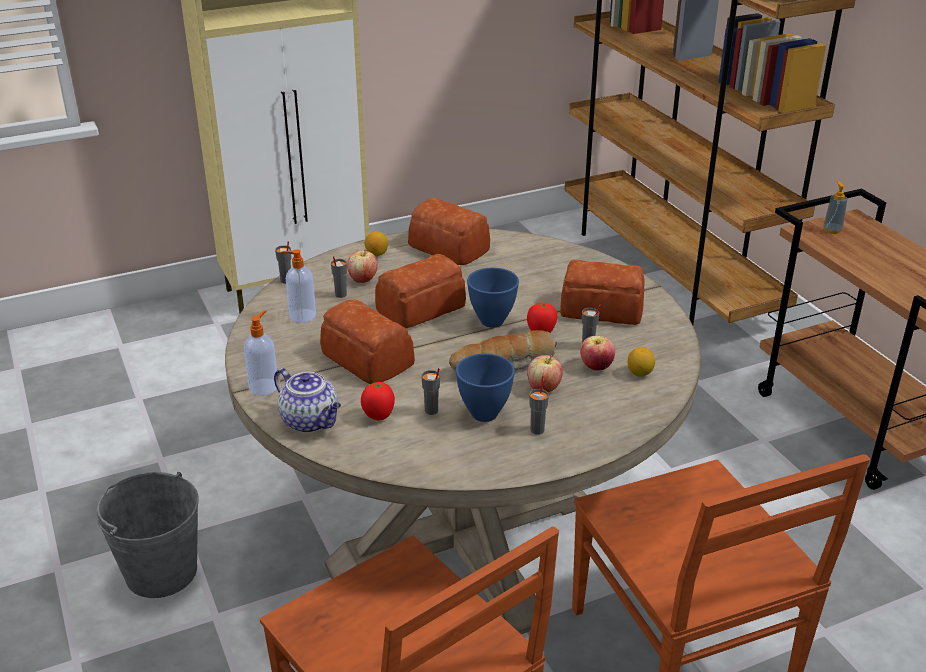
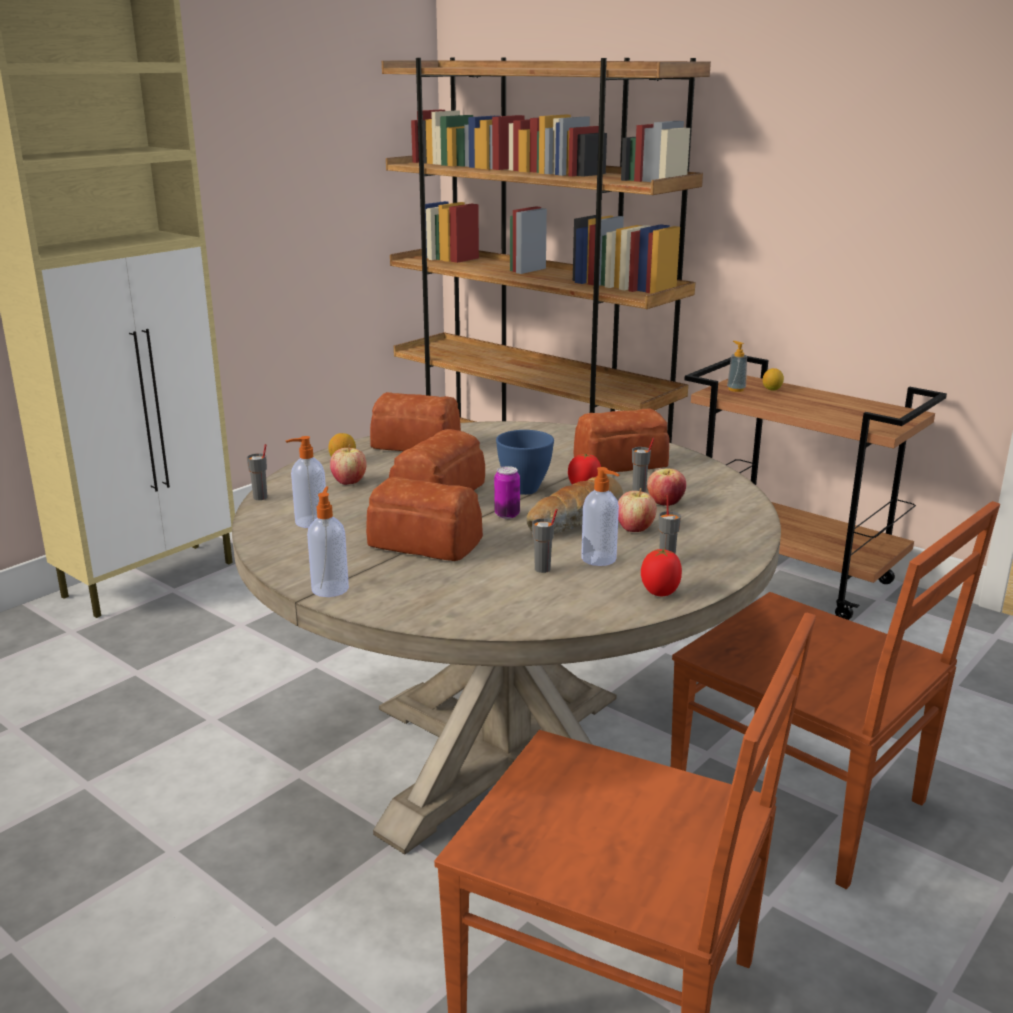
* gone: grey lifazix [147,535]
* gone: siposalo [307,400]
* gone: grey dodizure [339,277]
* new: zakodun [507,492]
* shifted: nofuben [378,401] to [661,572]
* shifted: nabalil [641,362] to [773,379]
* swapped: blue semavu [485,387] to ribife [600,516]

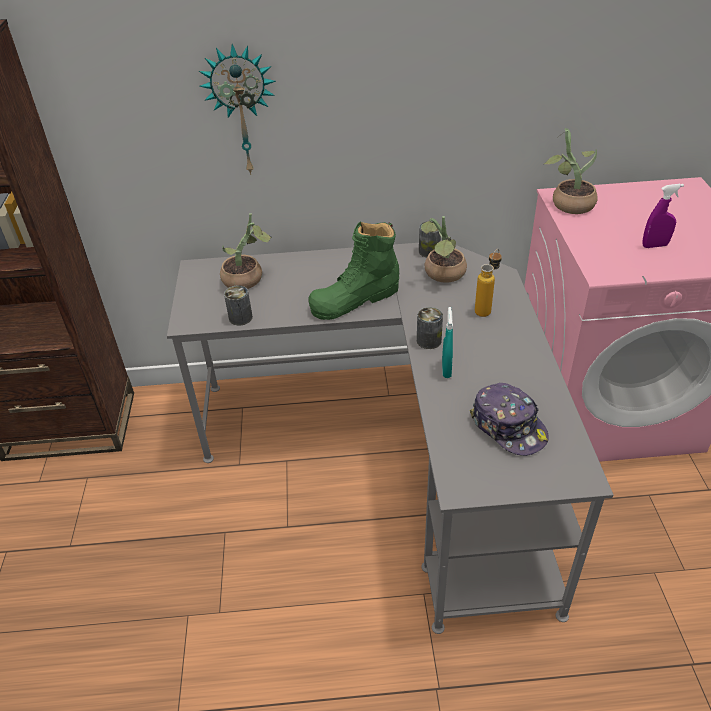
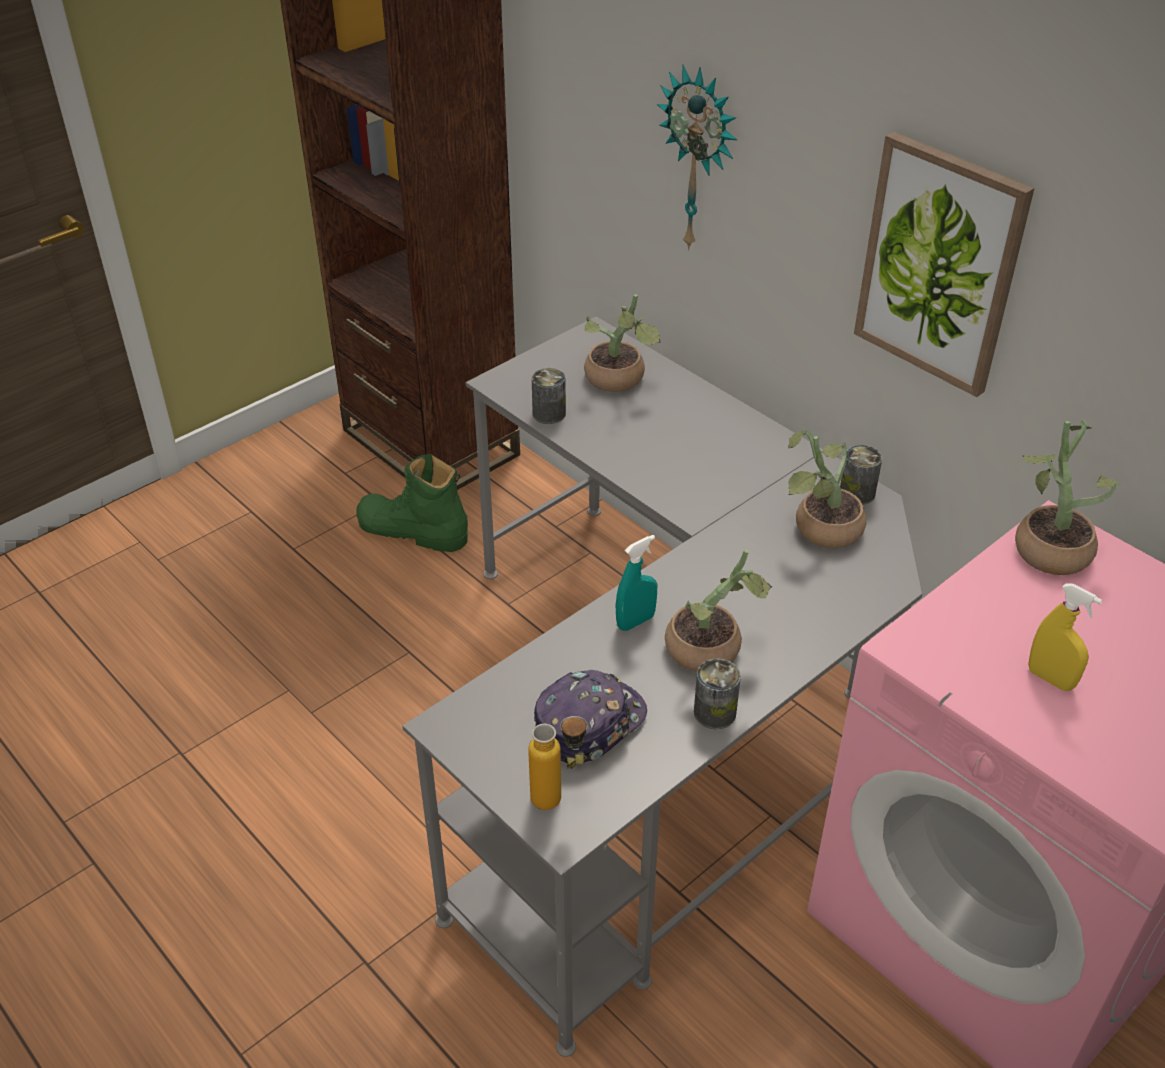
* new: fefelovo [718,610]
* new: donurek [944,264]
* shifted: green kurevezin [354,271] to [412,503]
* shifted: zakodun [430,328] to [717,694]
* shifted: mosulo [488,283] to [558,763]
* repainted: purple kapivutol [663,216] to yellow kapivutol [1065,637]
* rotated: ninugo [509,419] = [590,719] 150 degrees counterclockwise

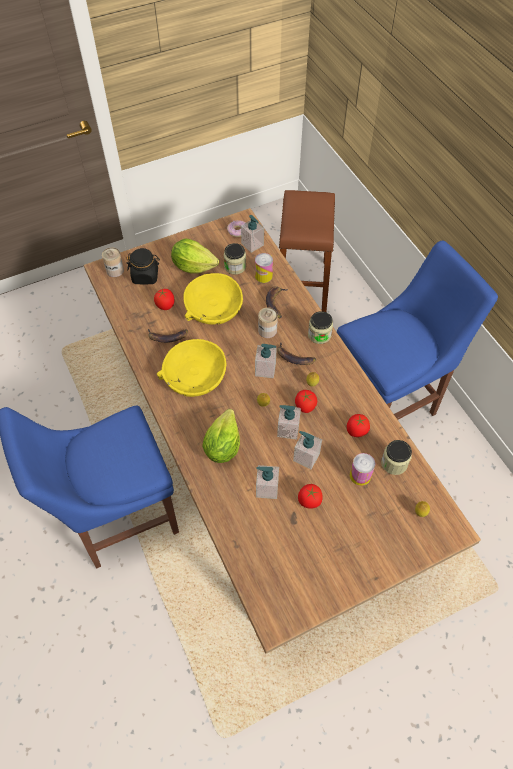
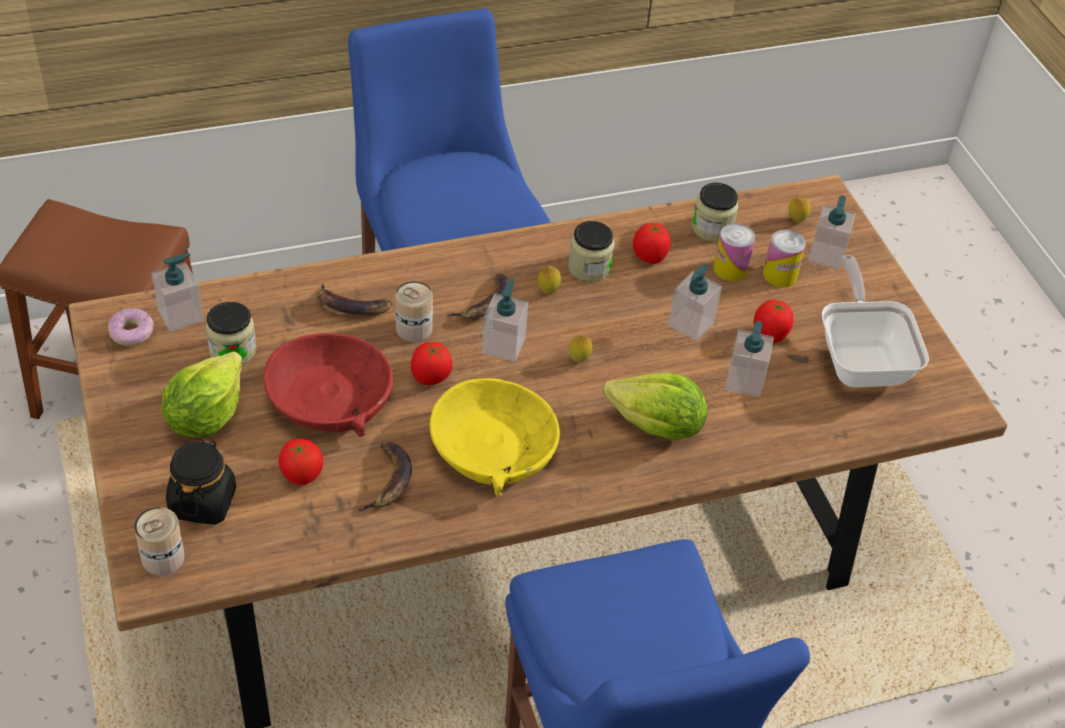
* new: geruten [875,321]
* shifted: zakodun [264,268] to [784,259]
* shifted: ribife [289,422] to [832,232]
* shifted: nofuben [306,401] to [432,363]
* shifted: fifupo [320,327] to [591,251]
* repainted: yellow semavu [213,299] to red semavu [328,385]

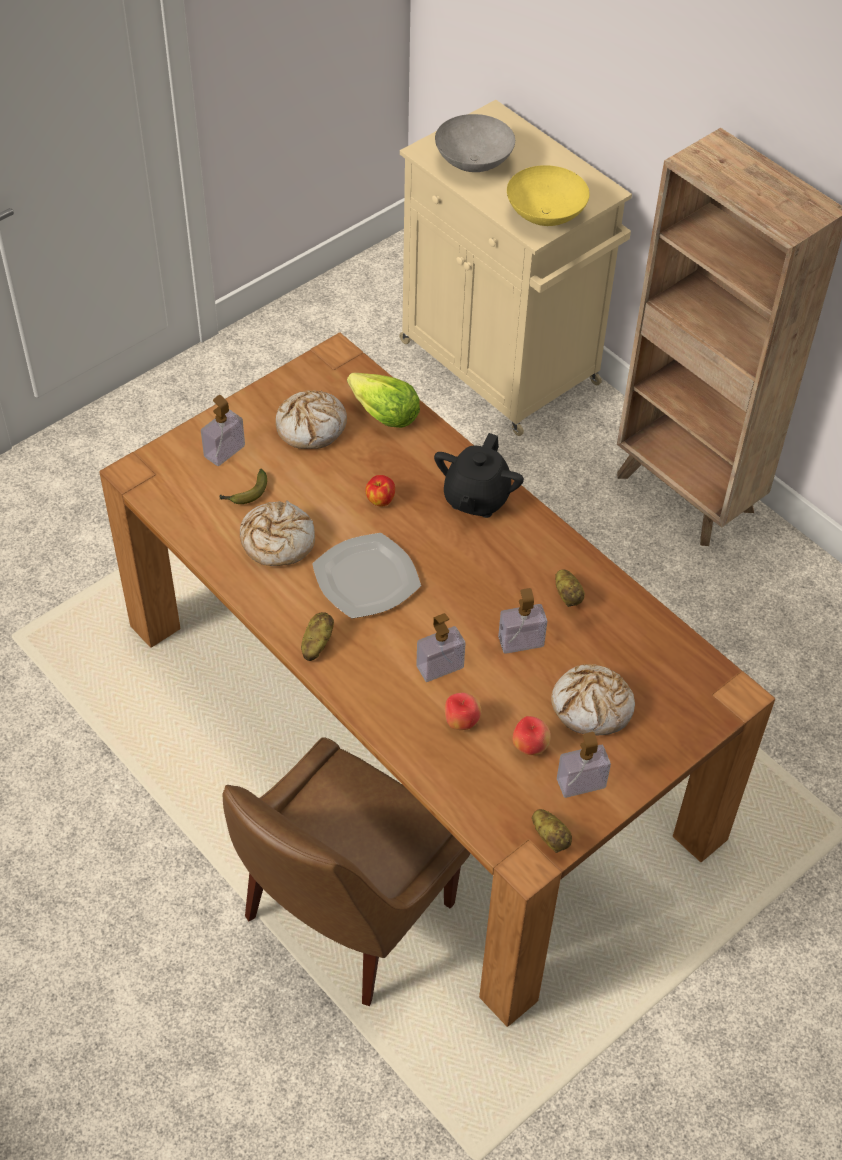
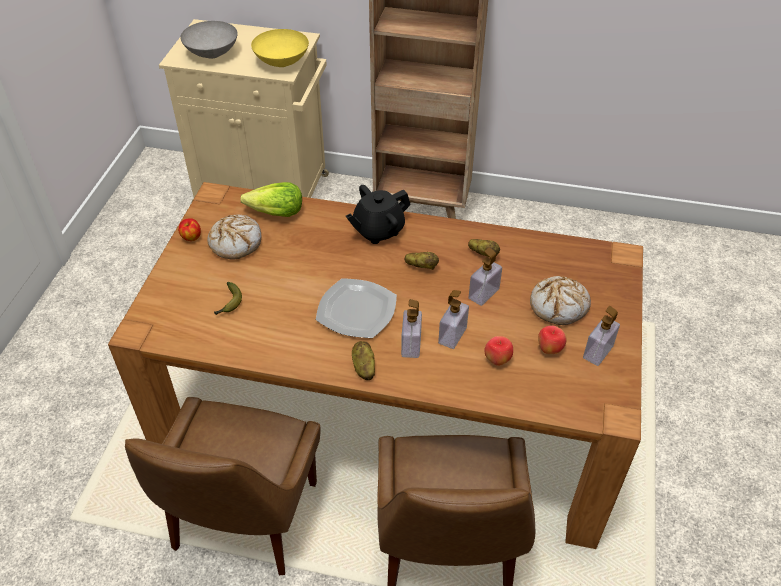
* gone: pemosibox [277,533]
* new: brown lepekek [223,486]
* shifted: ribife [223,430] to [411,328]
* shifted: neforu [380,491] to [189,229]
* shifted: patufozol [552,831] to [422,261]
* rotated: black siposalo [479,475] = [378,214] 75 degrees clockwise

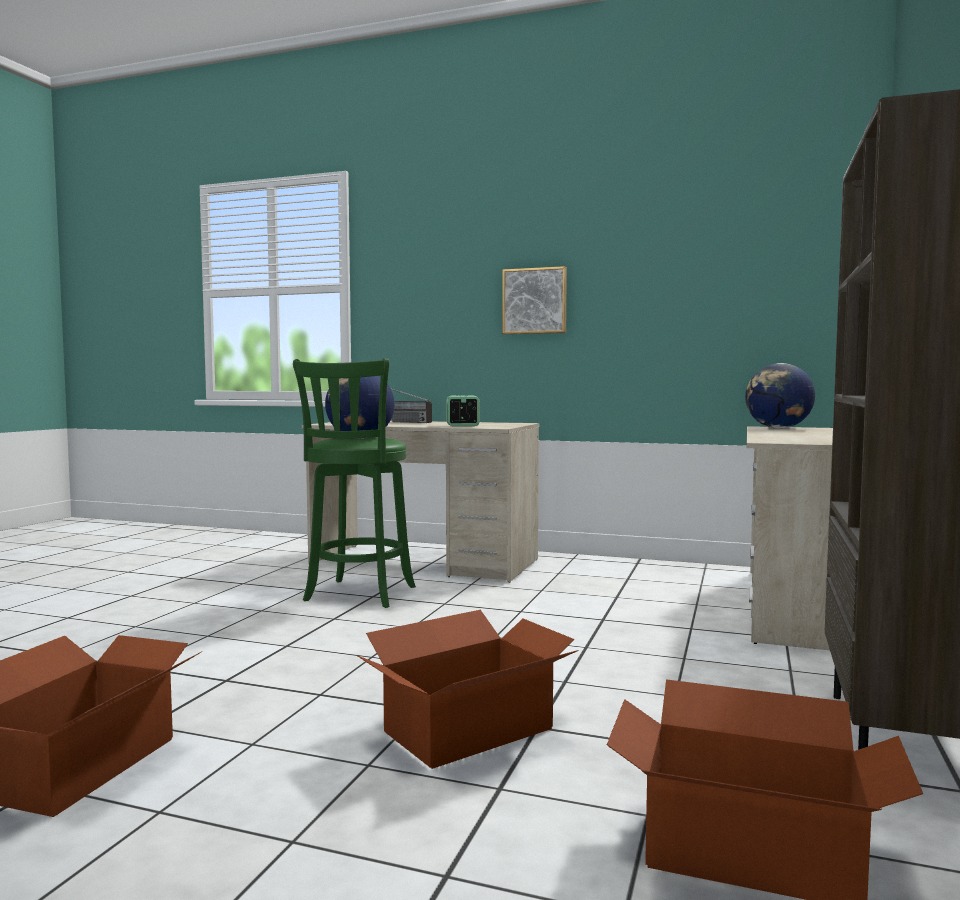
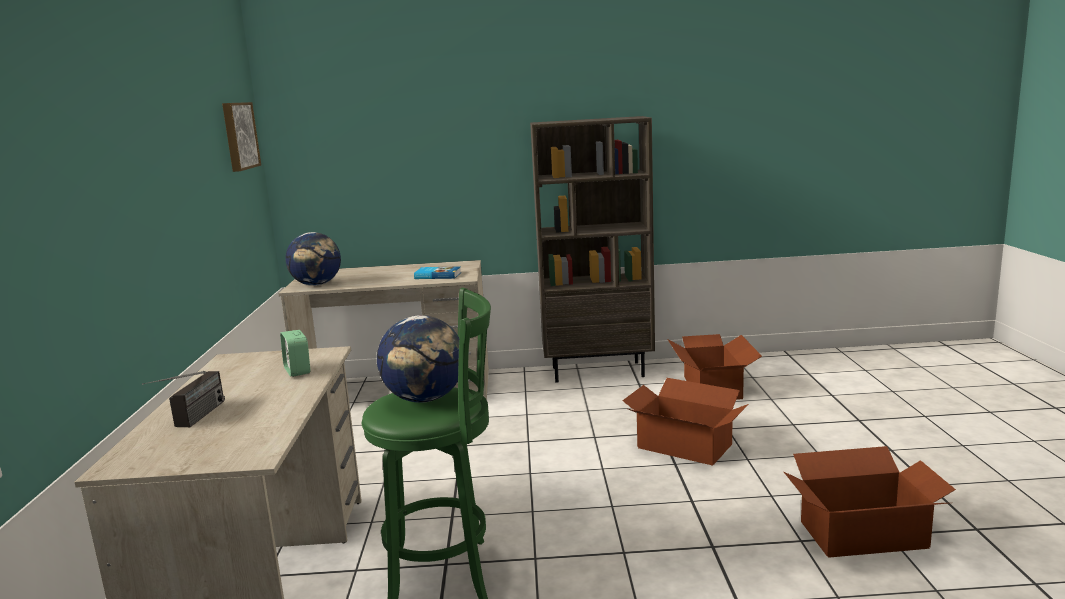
* new: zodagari [437,272]
* shifted: donurek [534,300] to [241,137]

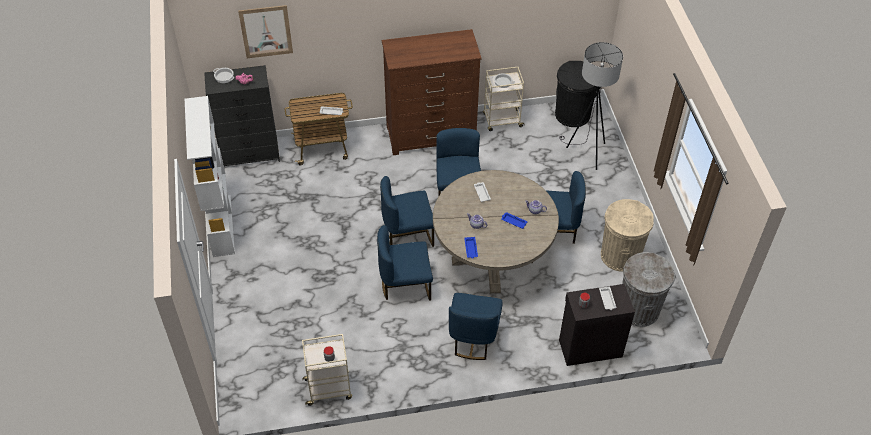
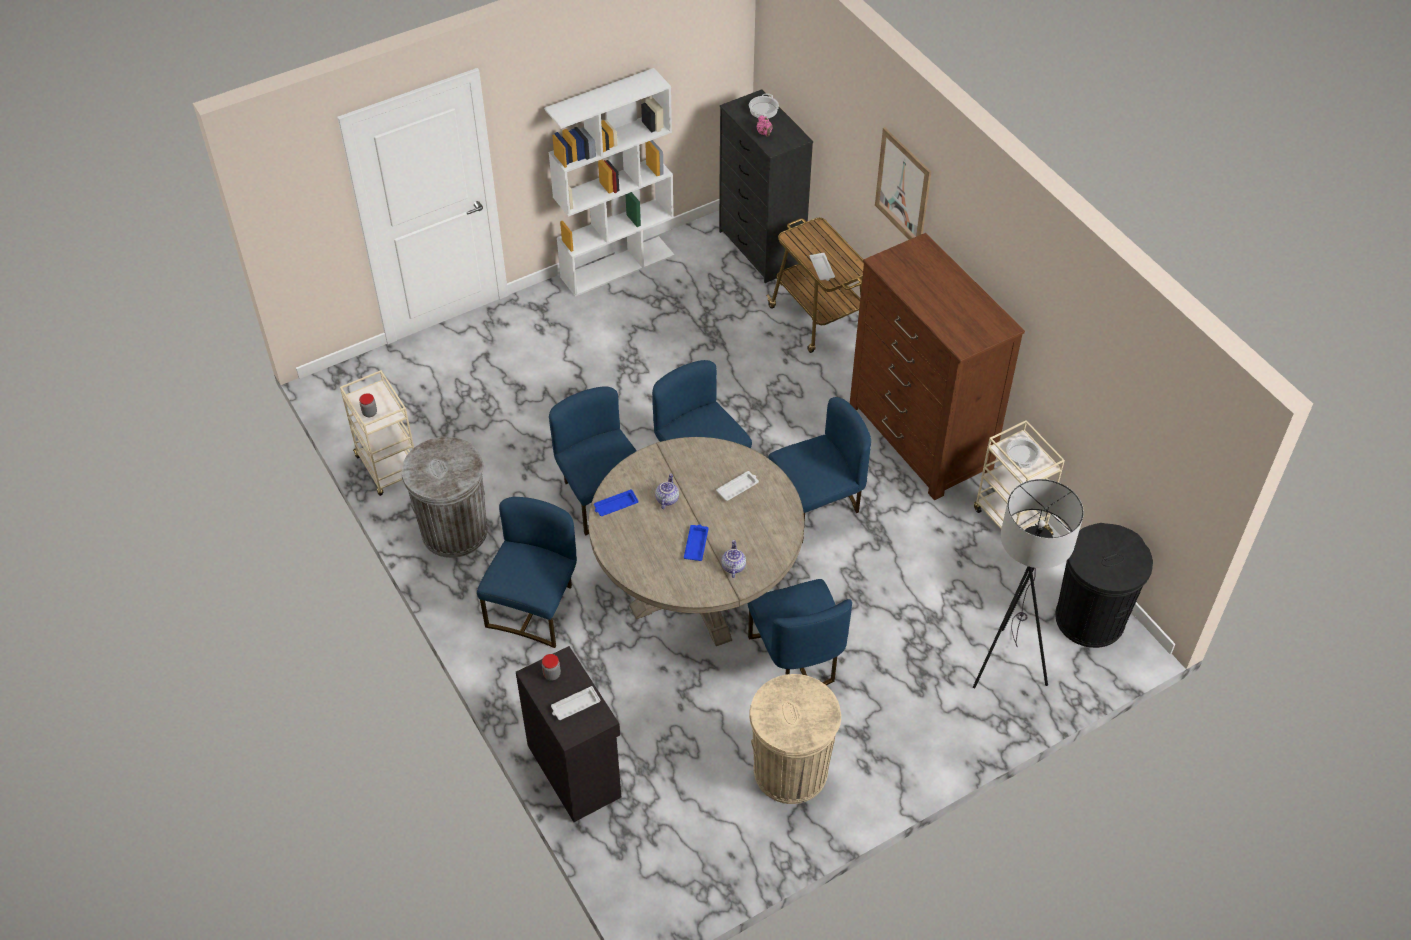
* shifted: donurek [265,31] to [903,183]
* shifted: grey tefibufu [648,289] to [445,497]
* rotated: blue lepekek [475,326] = [527,572] 120 degrees clockwise

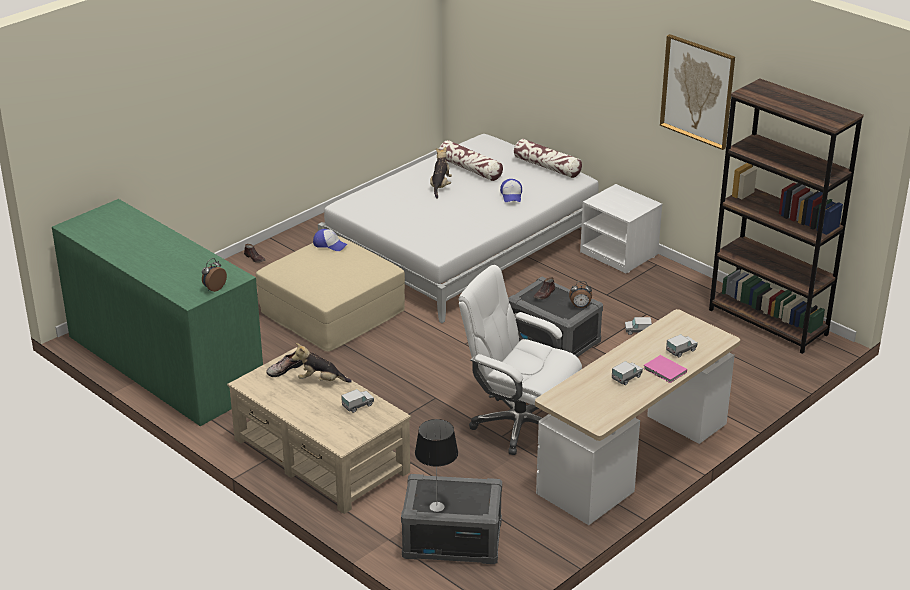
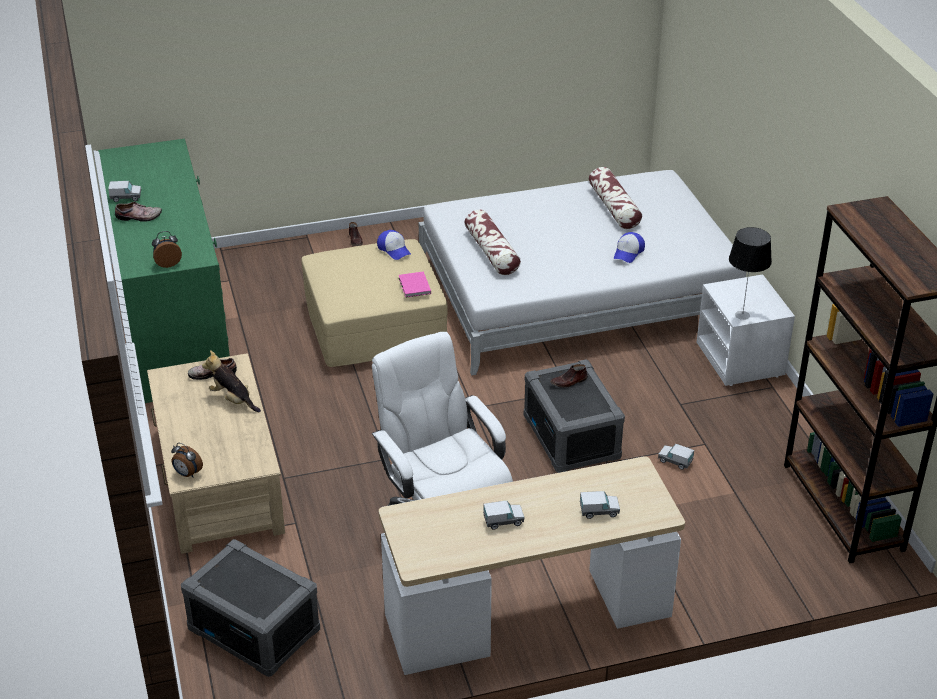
* gone: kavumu [441,172]
* gone: donurek [697,92]
* new: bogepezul [138,211]
* shifted: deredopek [357,401] to [124,191]
* shifted: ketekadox [436,465] to [750,273]
* shifted: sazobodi [548,158] to [493,242]
* shifted: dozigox [580,294] to [187,460]
* shifted: pink zodagari [665,369] to [415,284]

